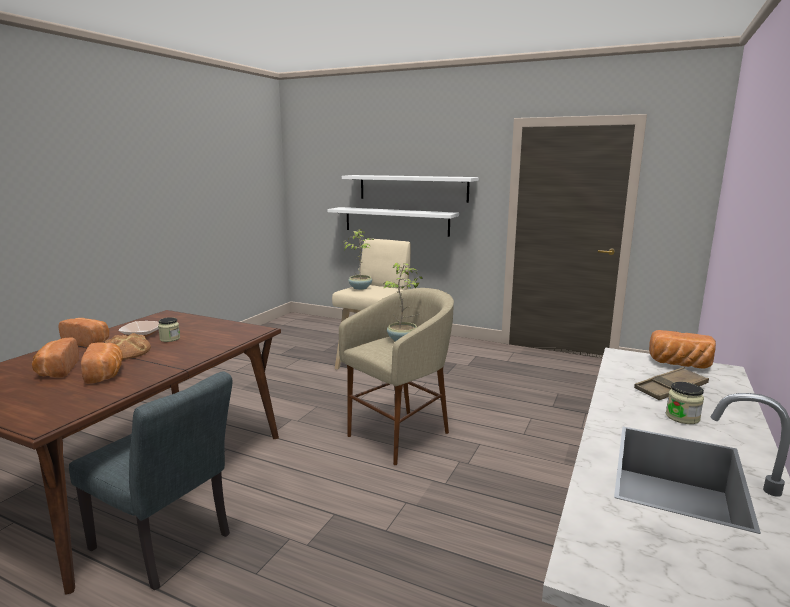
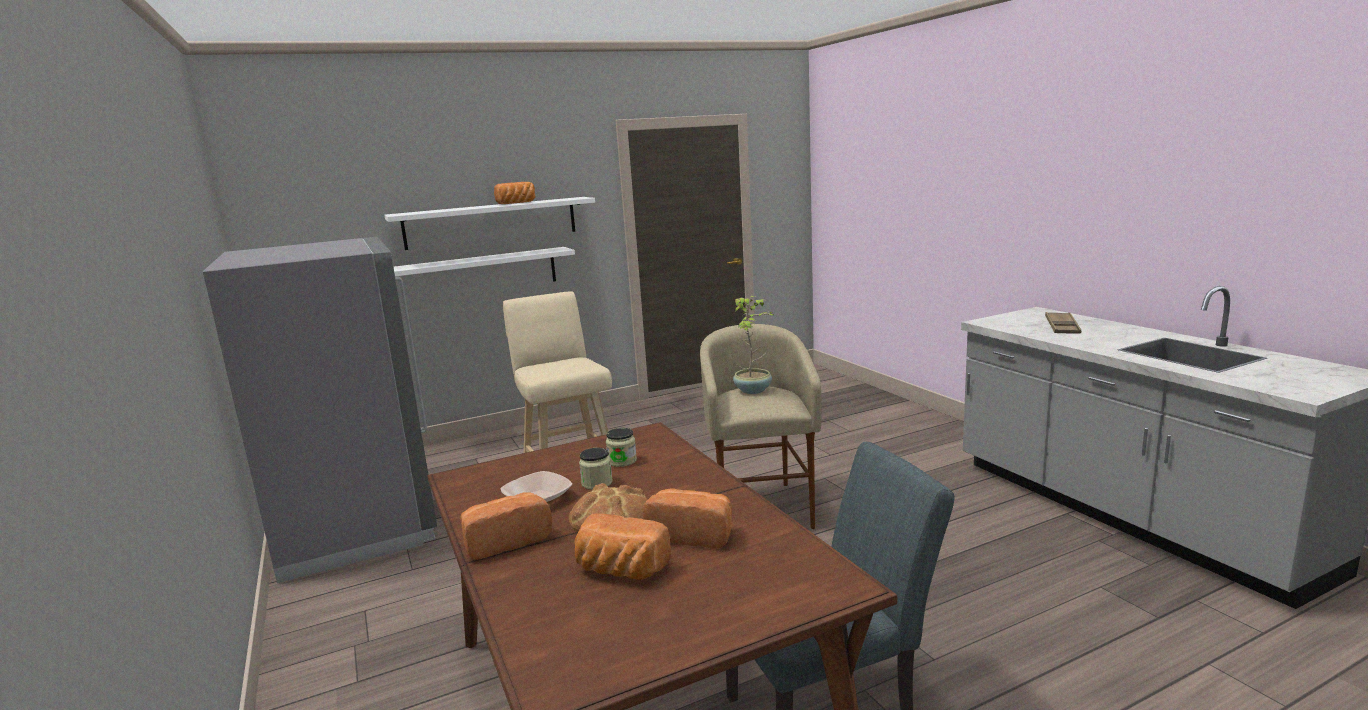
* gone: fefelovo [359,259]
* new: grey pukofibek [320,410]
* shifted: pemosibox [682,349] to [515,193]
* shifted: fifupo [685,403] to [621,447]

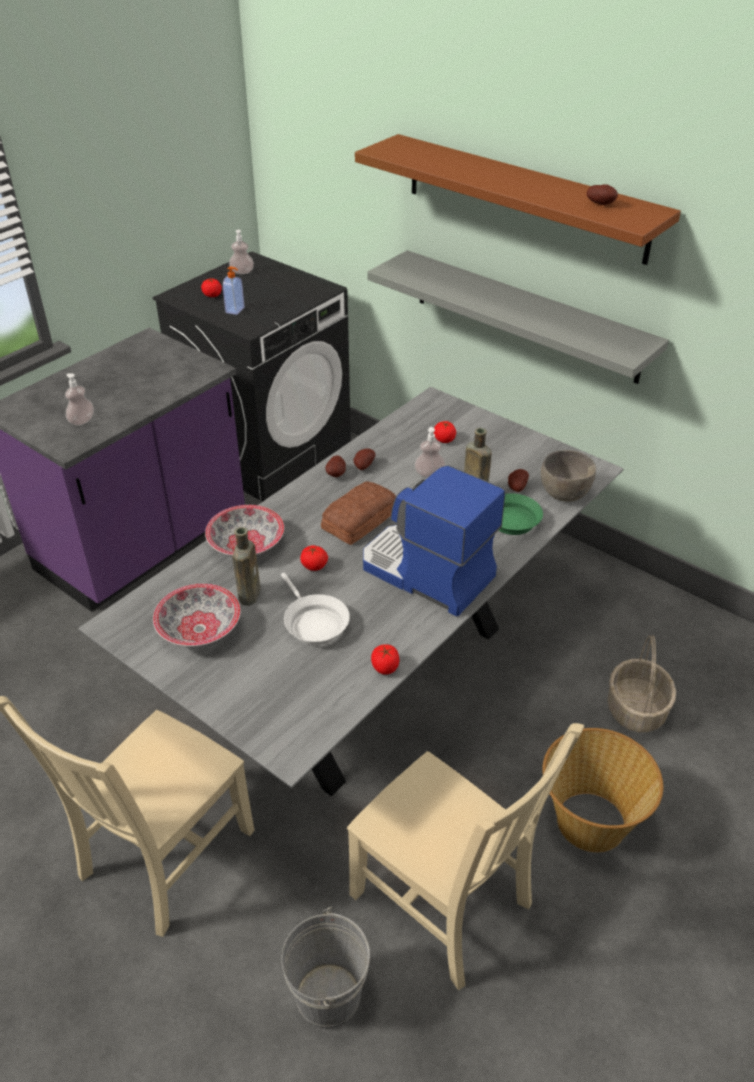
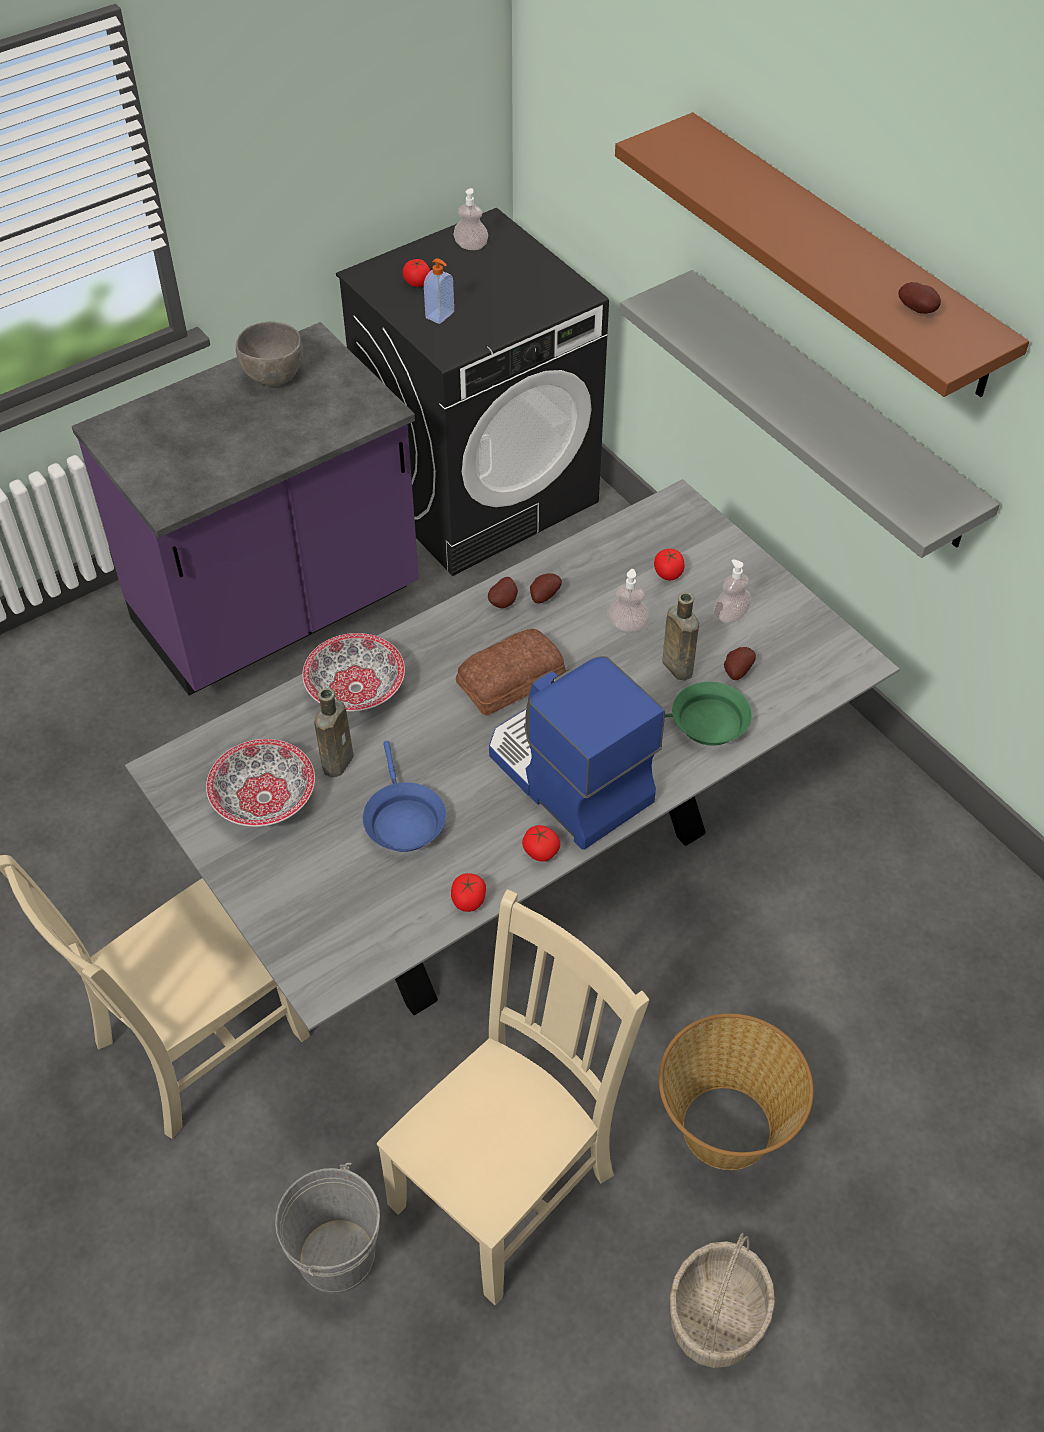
* shifted: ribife [79,399] to [732,591]
* shifted: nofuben [314,558] to [541,843]
* shifted: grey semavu [568,476] to [269,353]
* shifted: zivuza [642,683] to [722,1300]
* repainted: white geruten [315,609] to blue geruten [404,796]
* rotated: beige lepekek [465,856] = [513,1097] 105 degrees counterclockwise

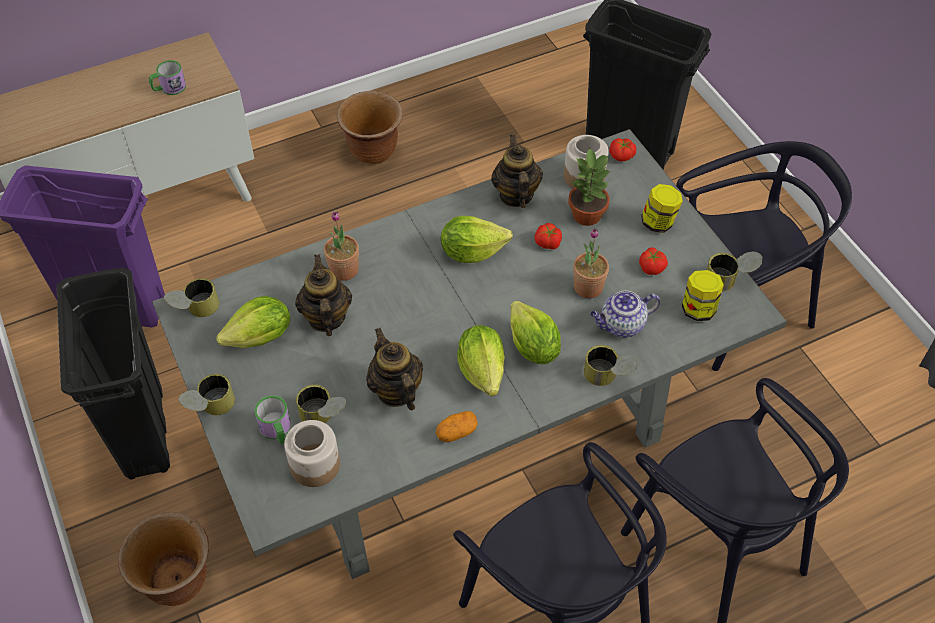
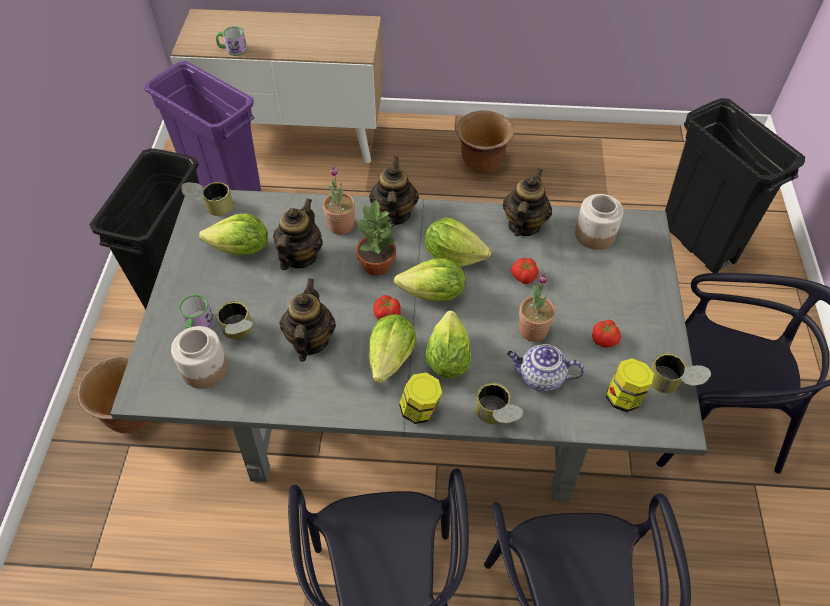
* gone: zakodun [206,394]
* gone: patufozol [457,426]
* new: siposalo [394,191]
* new: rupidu [430,279]
* shifted: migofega [167,77] to [231,41]
* shifted: fefelovo [589,186] to [376,237]
* shifted: nofuben [622,149] to [387,307]
* shifted: fifupo [662,208] to [421,398]

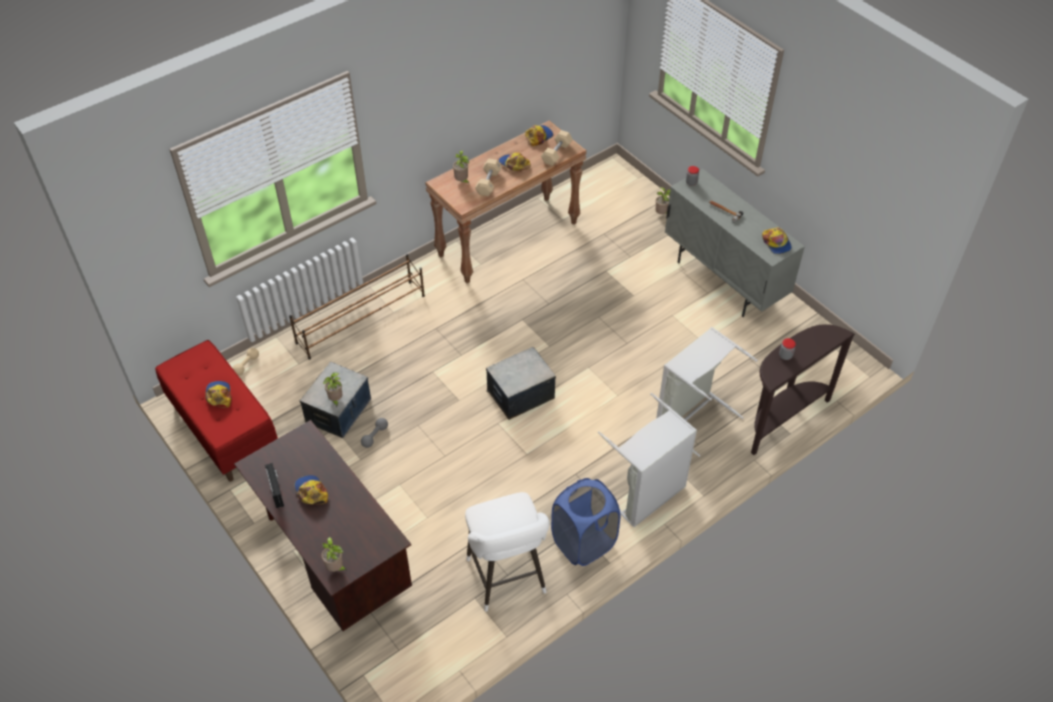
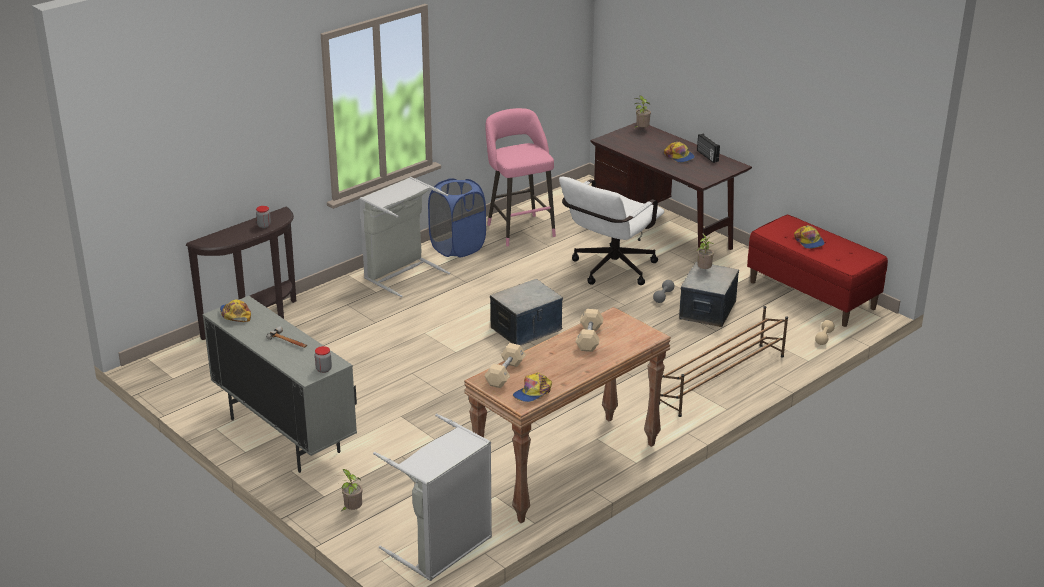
* gone: fefelovo [461,166]
* gone: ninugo [515,161]
* new: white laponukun [611,231]
* shifted: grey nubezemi [707,392] to [432,497]
* repainted: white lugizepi [507,552] to pink lugizepi [521,177]

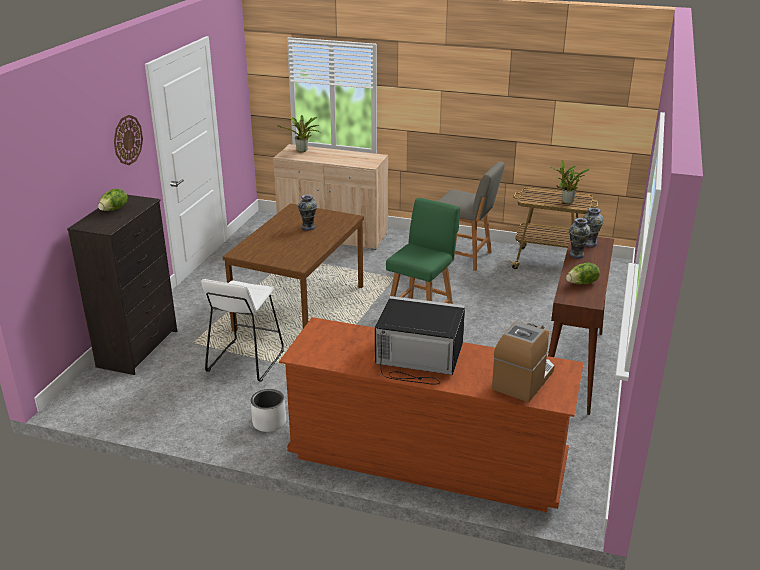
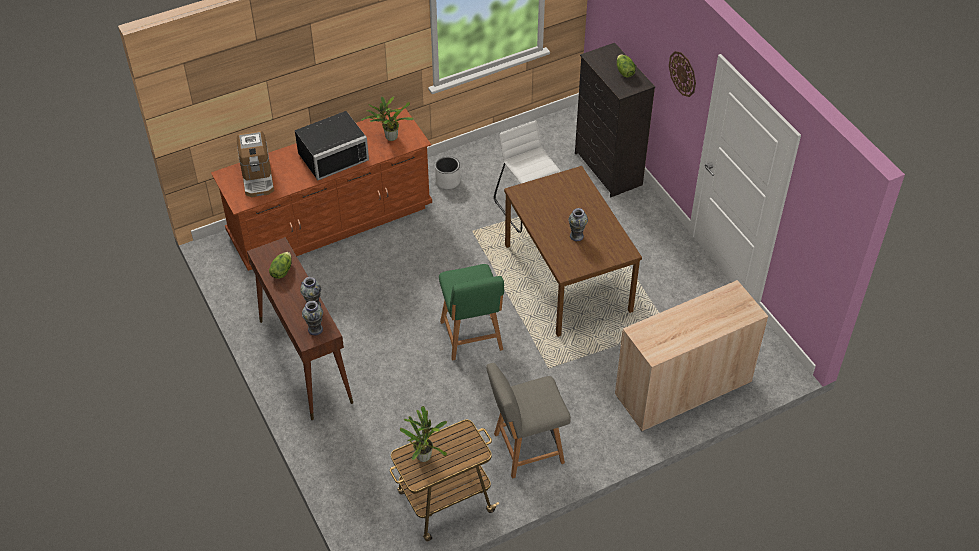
* shifted: fefelovo [298,133] to [387,118]

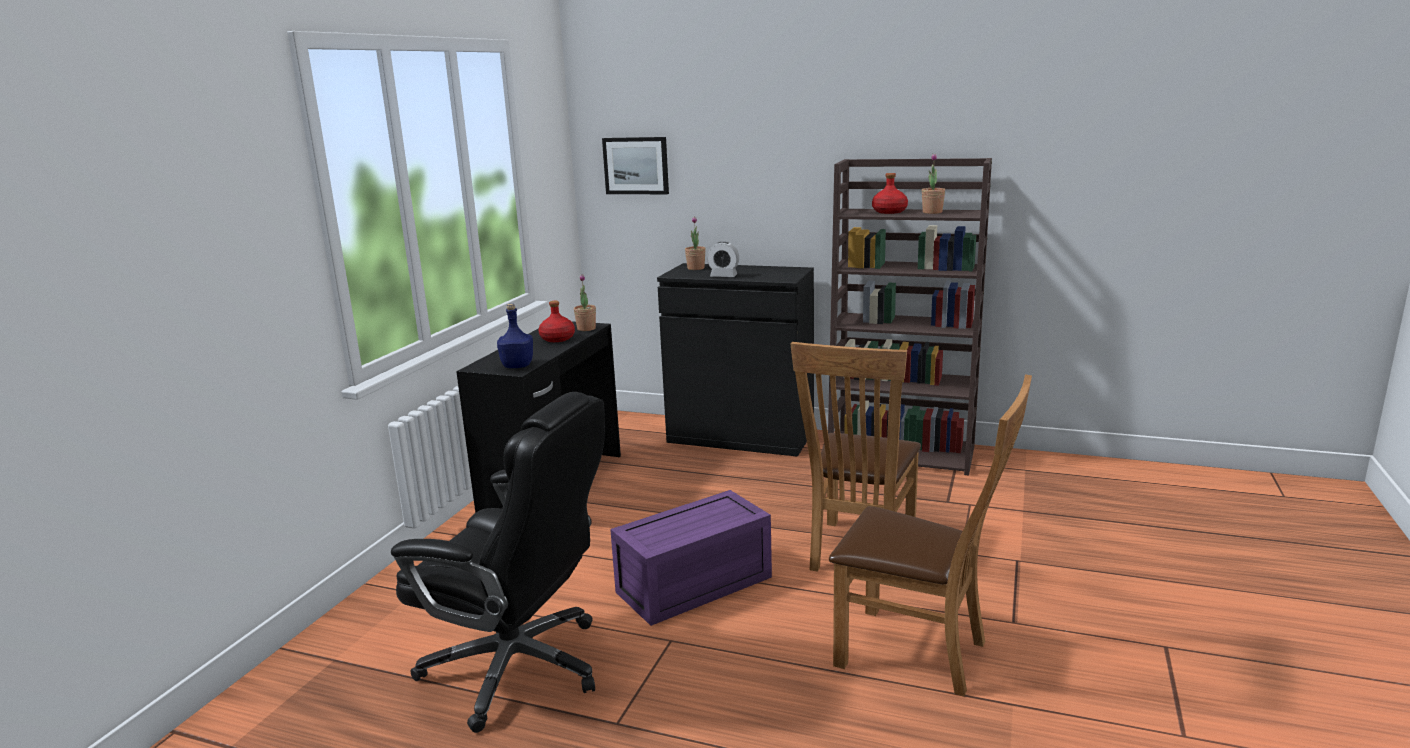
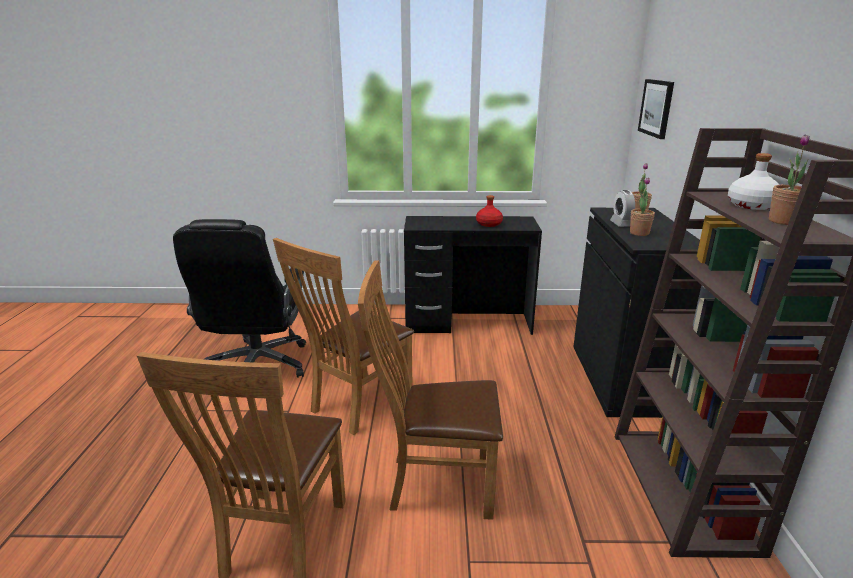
* gone: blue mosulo [515,336]
* shifted: fefelovo [585,302] to [642,207]
* swapped: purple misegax [691,558] to brown lepekek [343,336]
* repainted: red mosulo [890,193] to white mosulo [753,181]

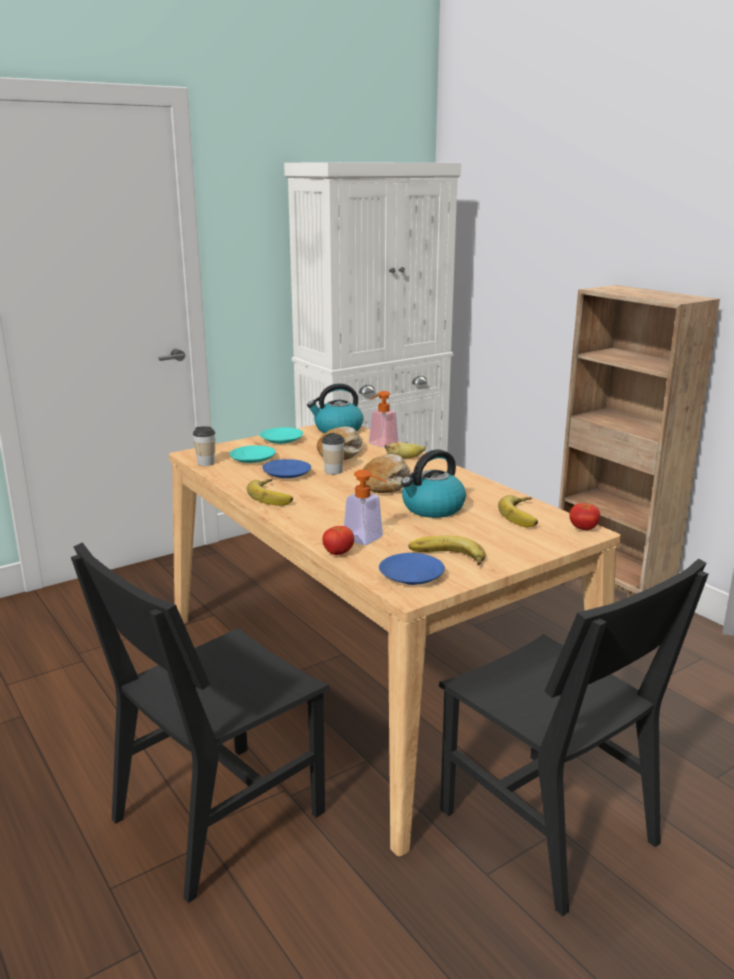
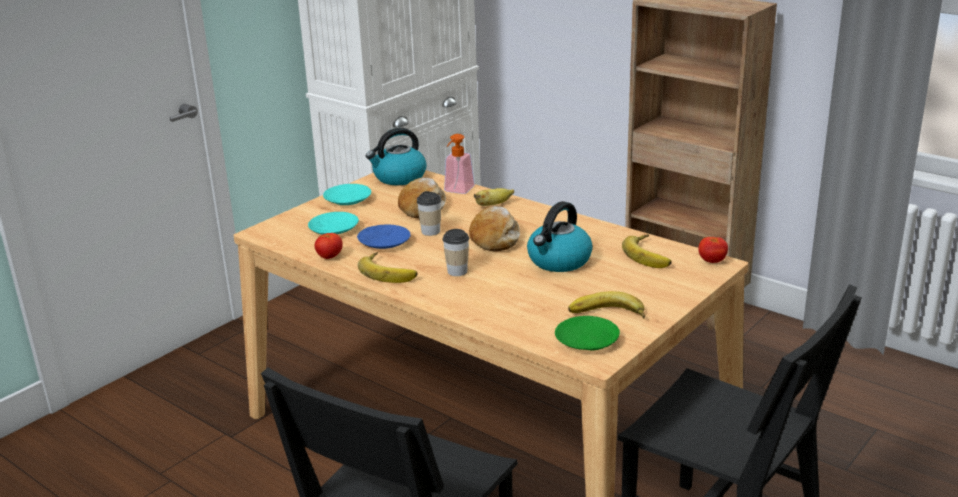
* gone: ribife [365,507]
* shifted: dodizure [204,446] to [455,252]
* shifted: nofuben [338,540] to [329,246]
* repainted: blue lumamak [412,569] to green lumamak [587,333]

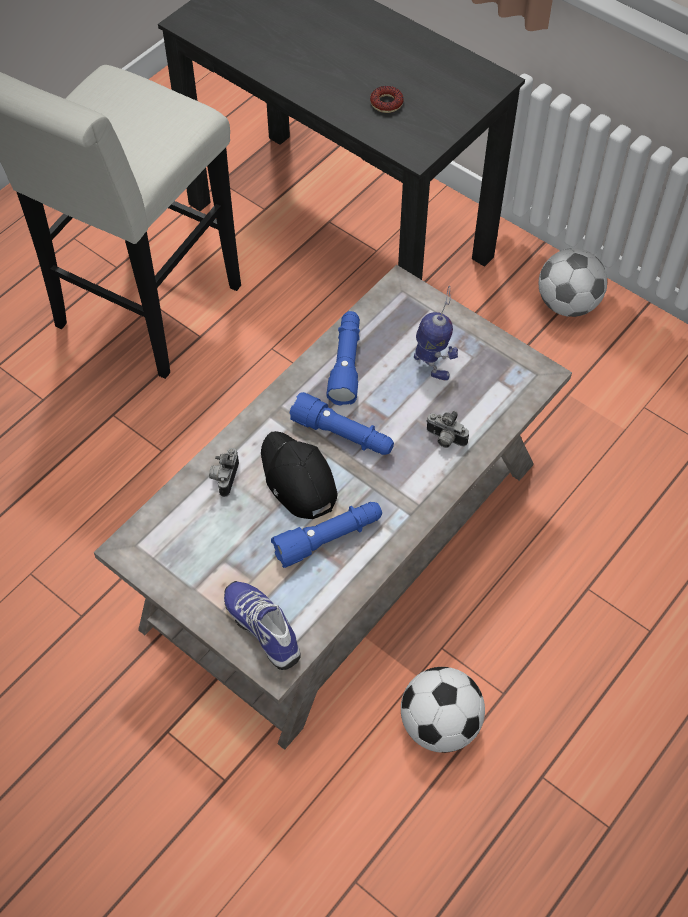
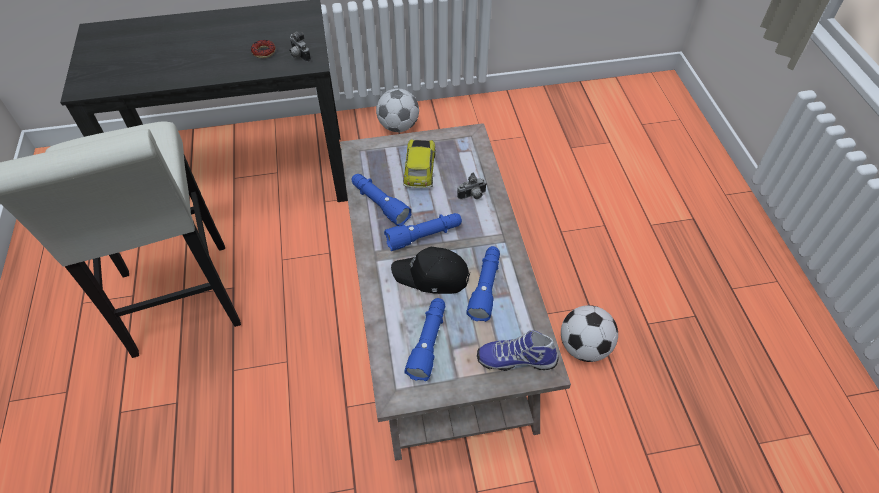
* new: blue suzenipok [425,339]
* shifted: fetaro [224,472] to [300,46]
* swapped: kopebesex [436,333] to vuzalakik [420,163]

